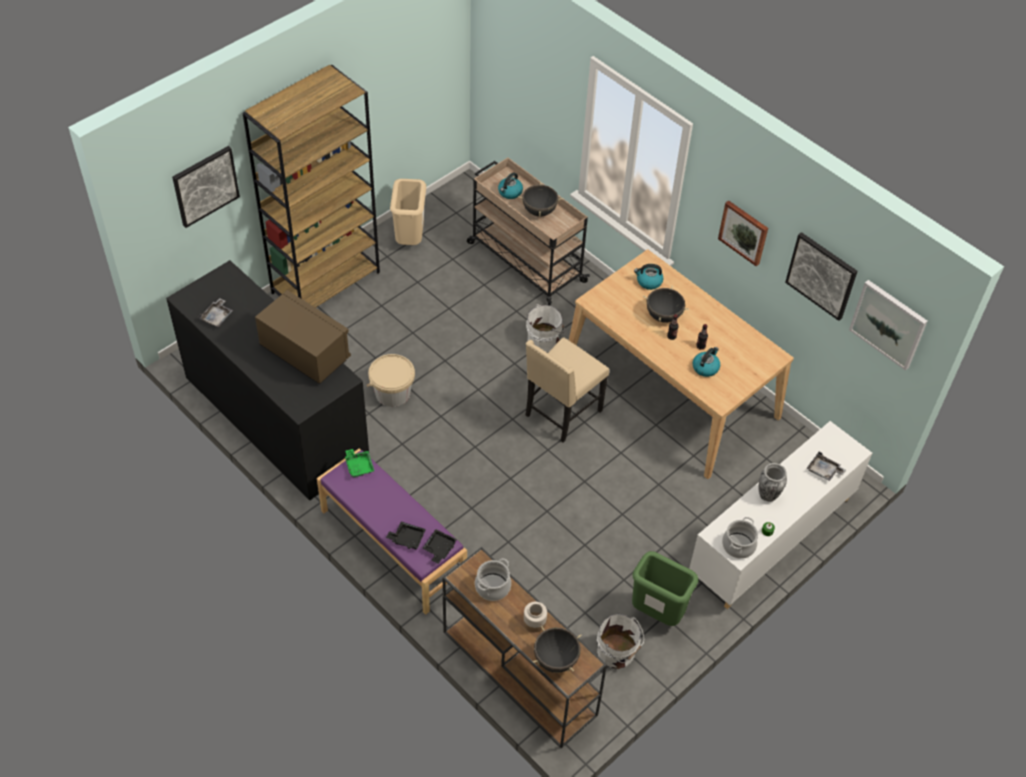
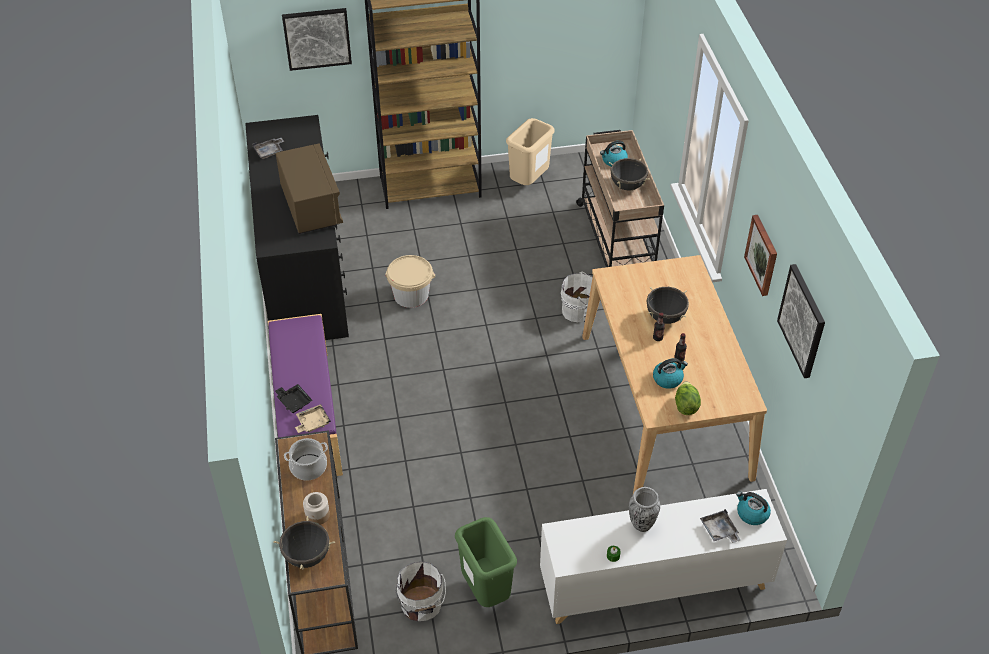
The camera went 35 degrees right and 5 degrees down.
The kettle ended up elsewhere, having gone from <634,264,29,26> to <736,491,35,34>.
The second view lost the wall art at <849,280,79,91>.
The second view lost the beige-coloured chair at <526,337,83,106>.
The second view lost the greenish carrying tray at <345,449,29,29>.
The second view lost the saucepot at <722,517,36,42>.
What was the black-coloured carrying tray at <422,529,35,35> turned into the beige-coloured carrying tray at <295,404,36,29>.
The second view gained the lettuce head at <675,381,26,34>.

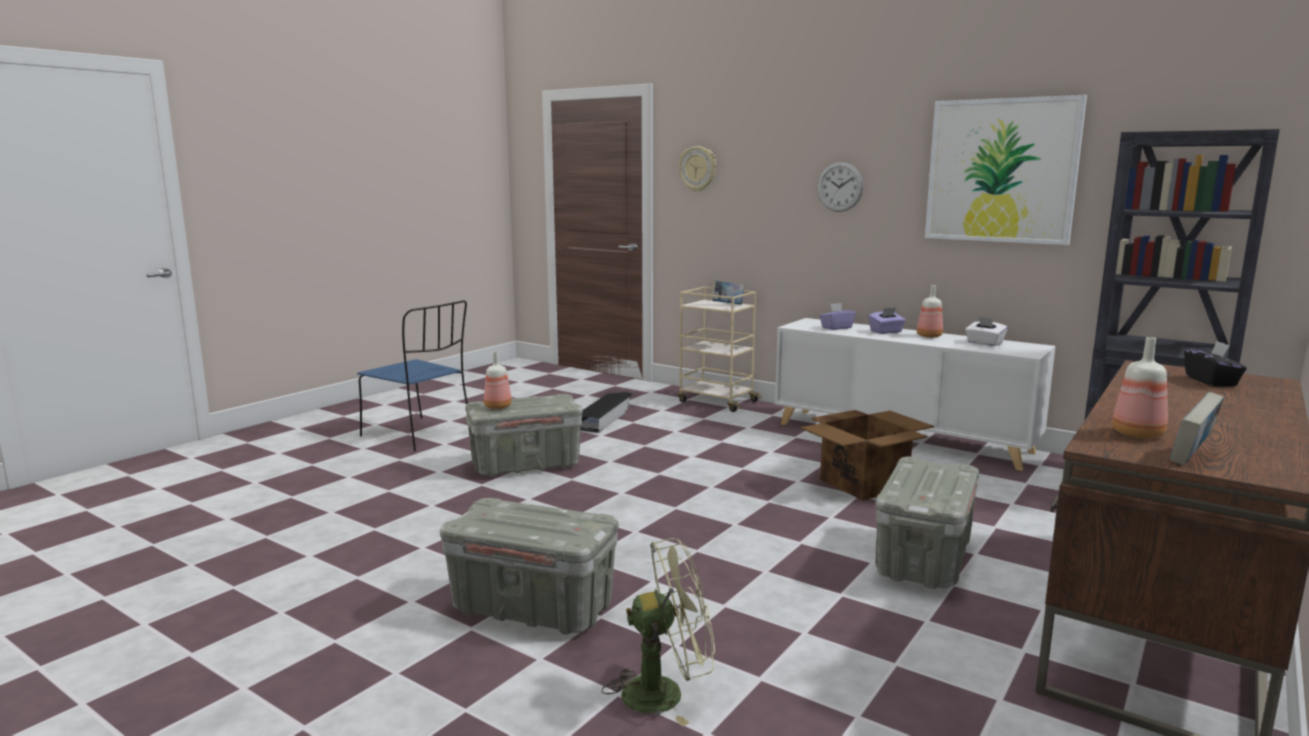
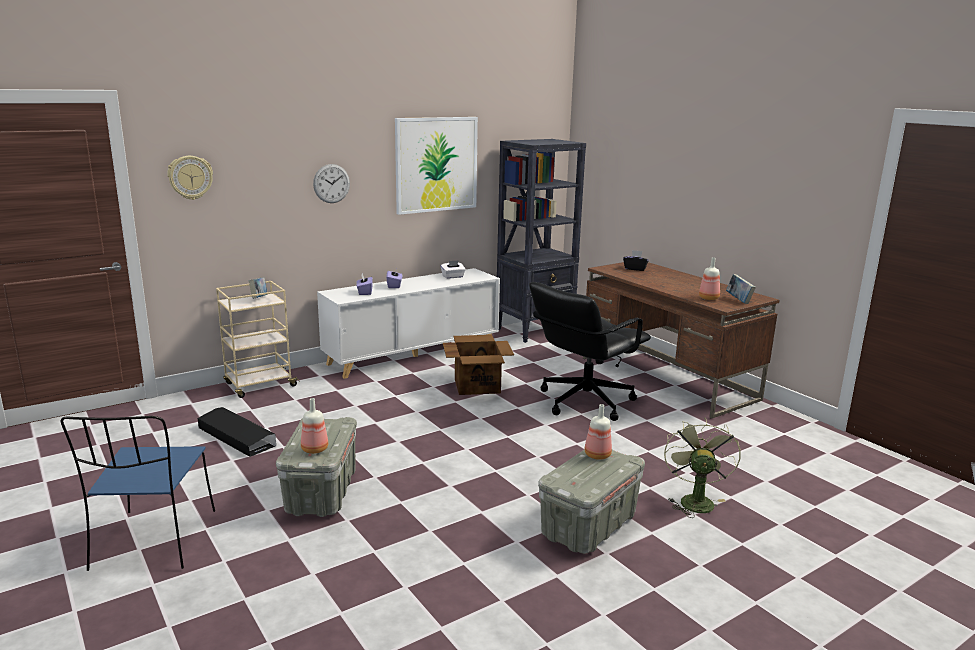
The camera went 70 degrees left and 5 degrees up.
The bottle ended up elsewhere, having gone from <917,285,26,53> to <584,404,28,56>.
The blue-coloured chair at <357,300,111,151> ended up facing another way, 120 degrees clockwise from before.
Where the grey storage box stood at <875,457,104,132>, the black-coloured office chair came to stand at <529,282,122,139>.

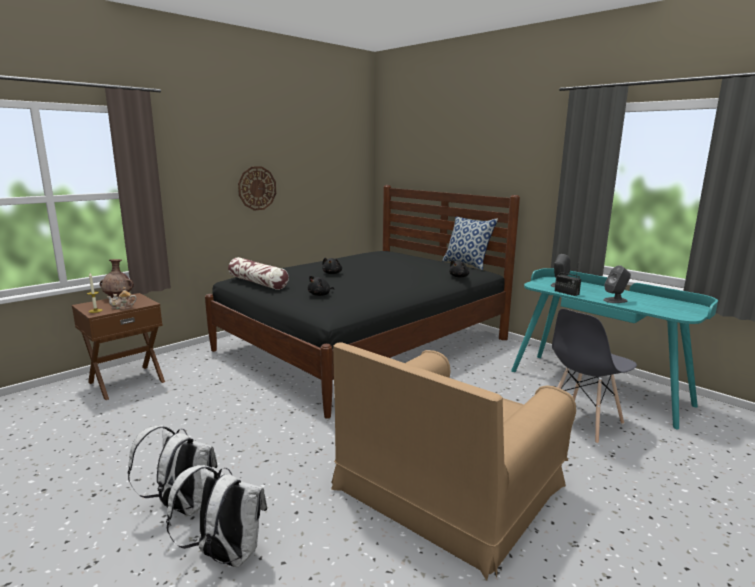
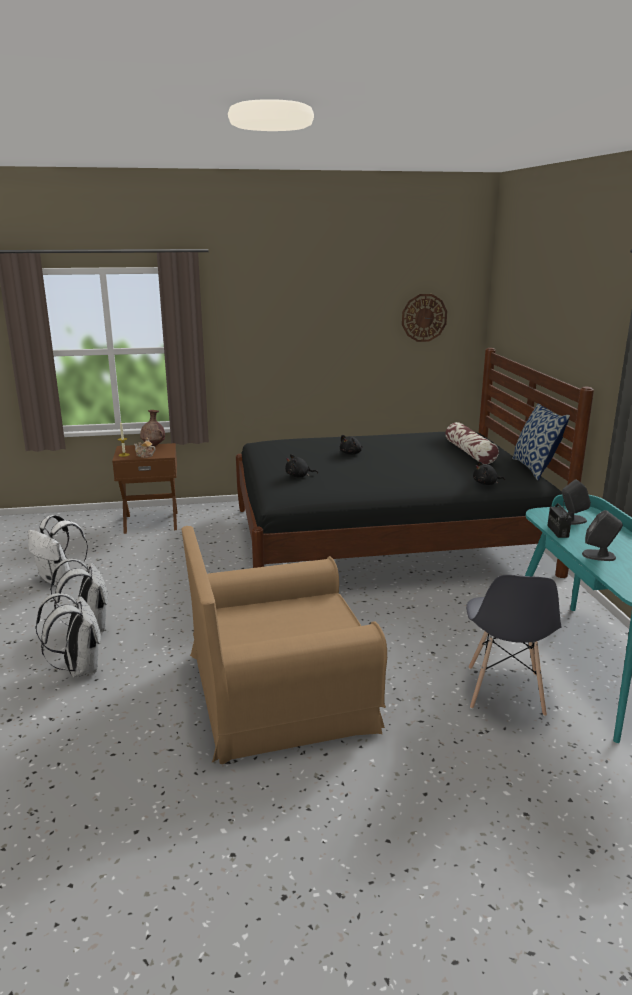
The camera went 35 degrees right and 5 degrees up.
The hanging clock ended up elsewhere, having gone from <238,166,38,45> to <402,294,45,48>.
The pillow ended up elsewhere, having gone from <228,257,61,33> to <445,422,54,42>.
The grey chair at <552,309,85,135> ended up facing another way, 75 degrees counterclockwise from before.
The second view gained the white-coloured knapsack at <28,515,60,70>.

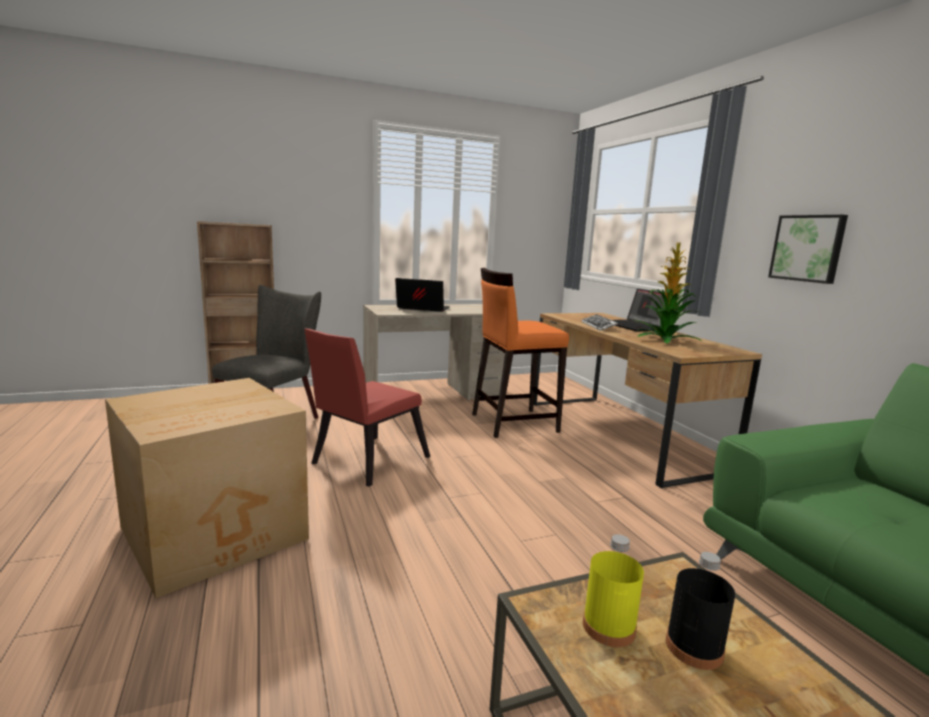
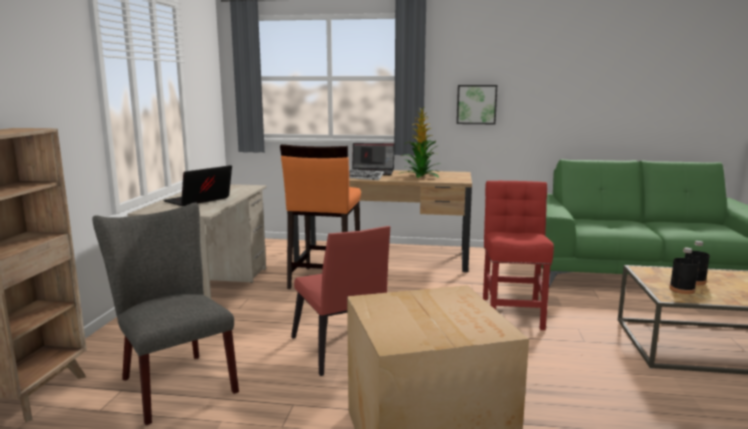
The camera went 60 degrees left and 0 degrees up.
What was the yellowish bottle at <583,534,61,113> turned into the black-coloured bottle at <670,248,29,46>.
The second view gained the reddish chair at <483,181,71,149>.

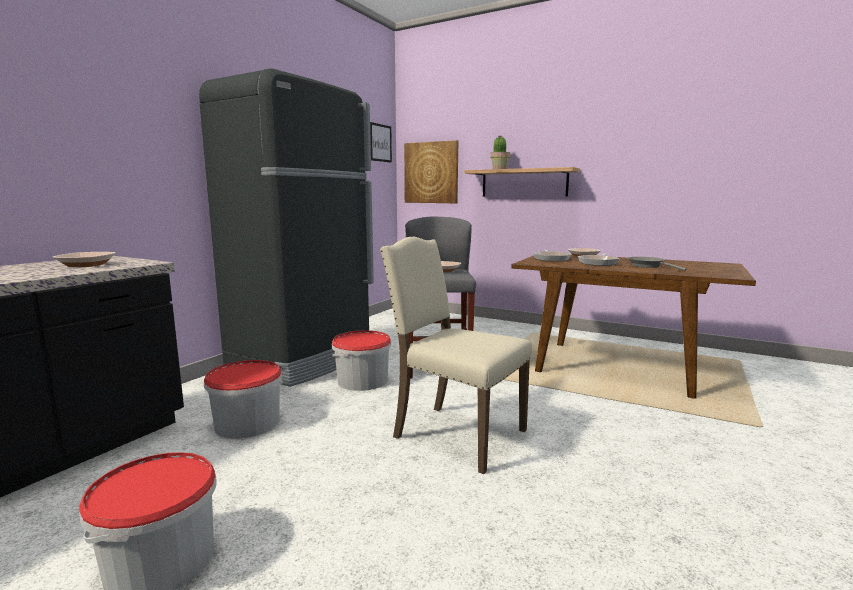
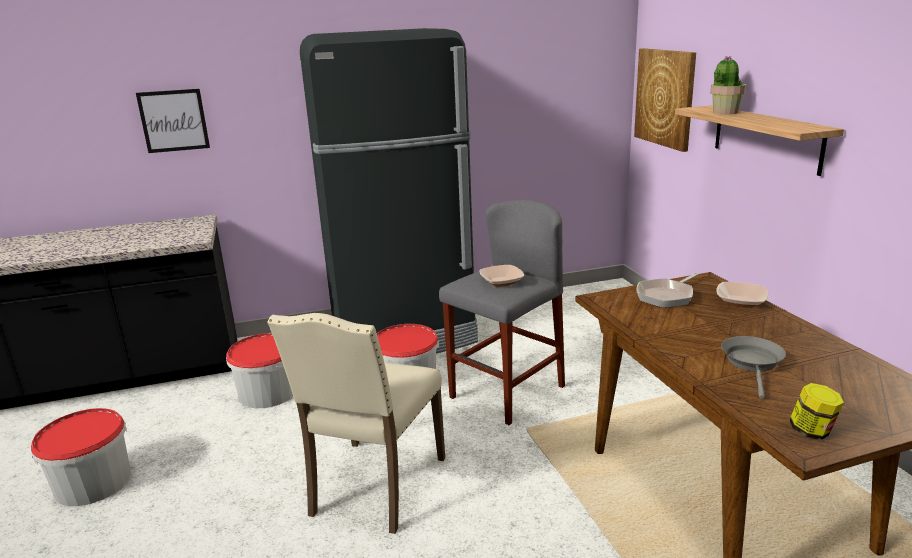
The camera went 45 degrees right and 10 degrees up.
The wall art ended up elsewhere, having gone from <370,122,22,41> to <136,89,74,64>.
The beige-coloured chair at <380,237,152,237> ended up facing another way, 150 degrees counterclockwise from before.
The second view lost the serving bowl at <52,252,64,15>.
The second view lost the skillet at <578,253,42,13>.
The second view gained the storage jar at <789,383,55,57>.

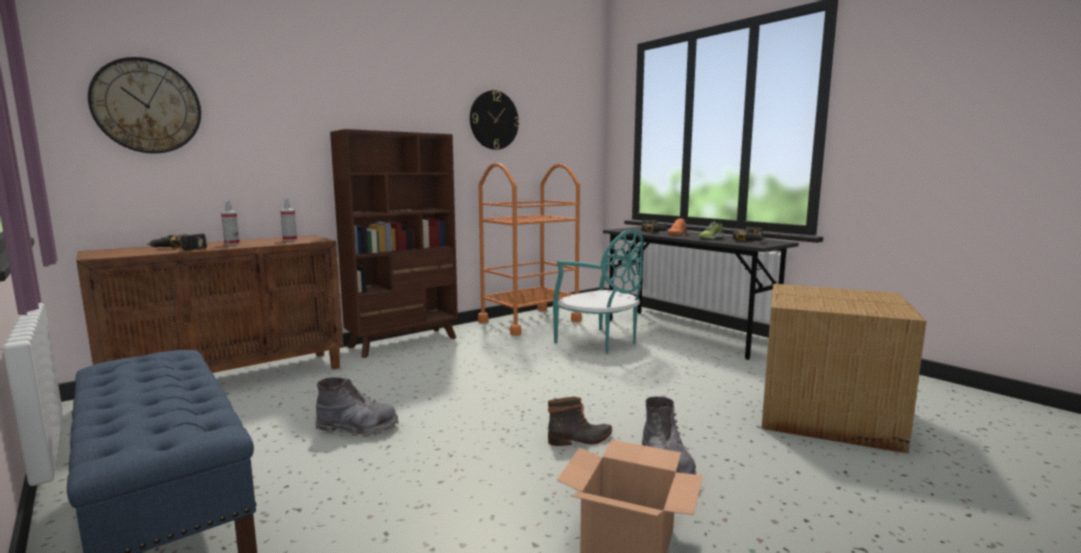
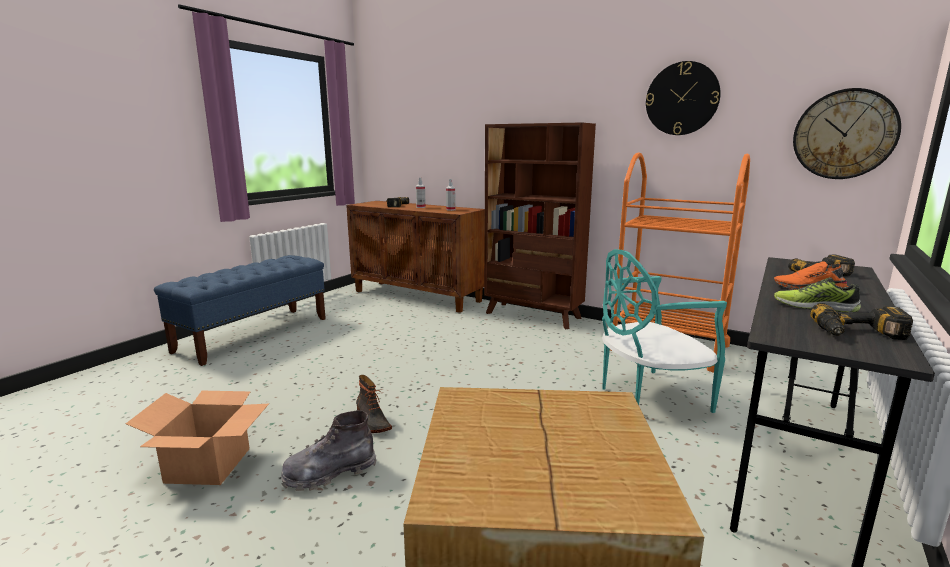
The camera went 70 degrees right and 5 degrees up.
The hanging clock ended up elsewhere, having gone from <88,57,113,97> to <793,88,108,91>.
The turquoise-coloured chair at <553,230,90,124> ended up facing another way, 45 degrees clockwise from before.
The second view lost the grey high-top boot at <315,377,83,60>.

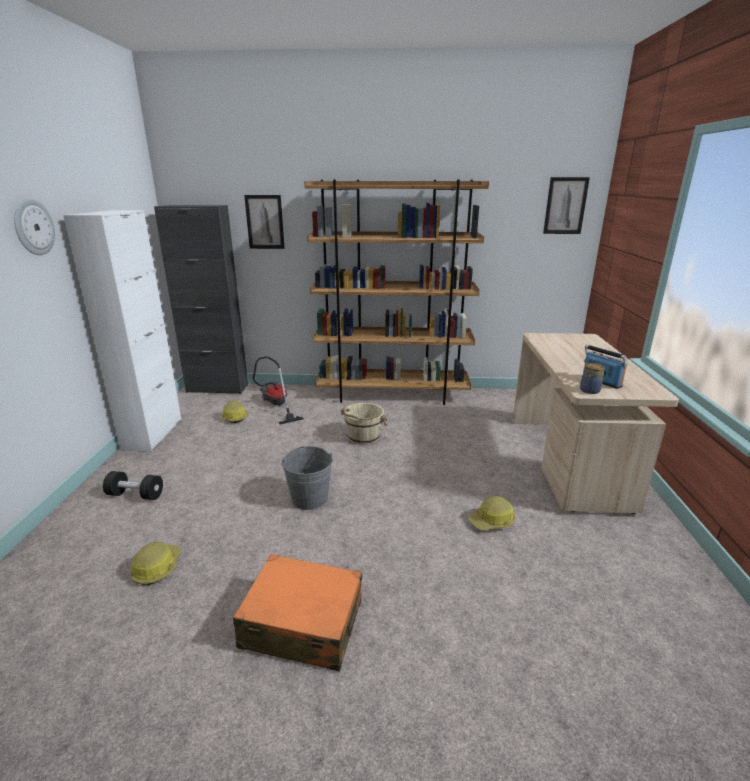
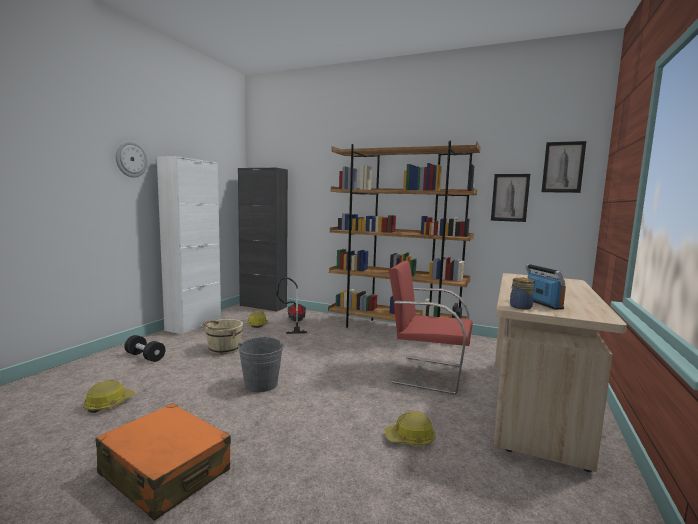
The camera went 20 degrees right and 15 degrees down.
The wall art ended up elsewhere, having gone from <244,195,41,54> to <491,174,39,48>.
The beige-coloured bucket ended up elsewhere, having gone from <341,403,47,42> to <203,319,40,36>.
The second view gained the reddish chair at <389,261,84,133>.

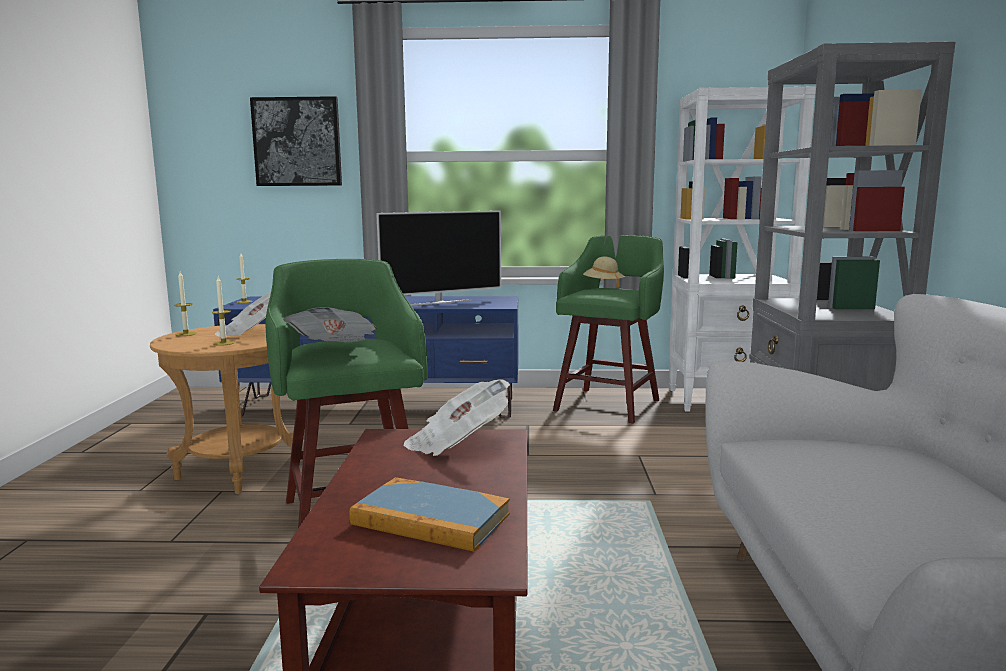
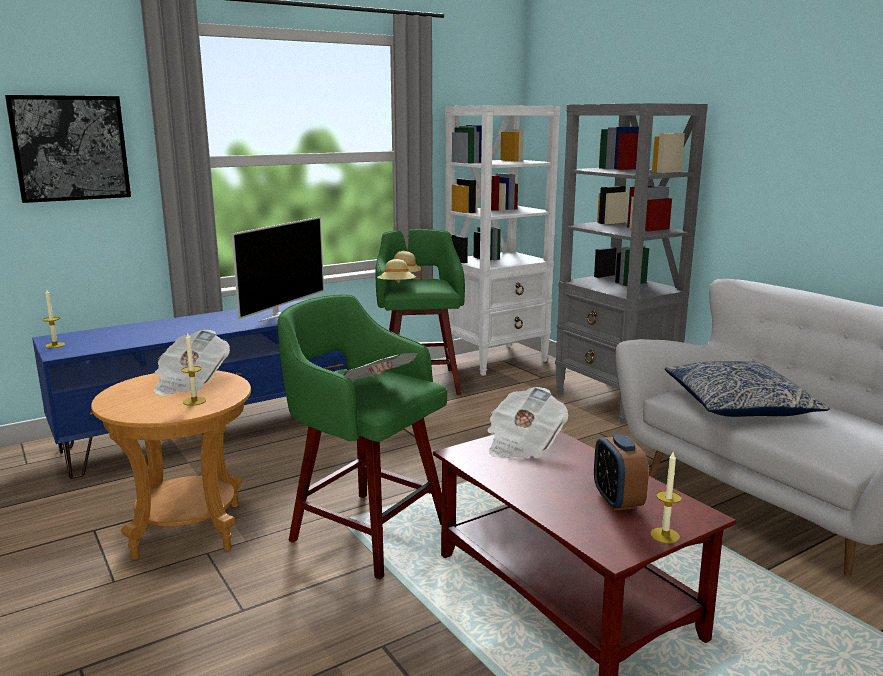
The camera went 35 degrees left and 5 degrees up.
The wax candle ended up elsewhere, having gone from <174,272,23,64> to <651,451,31,93>.
Where the volume stood at <349,477,161,75>, the bedside clock came to stand at <594,434,55,77>.
The second view gained the beige-coloured wearable hat at <377,259,39,24>.
The second view gained the pillow at <665,361,165,56>.

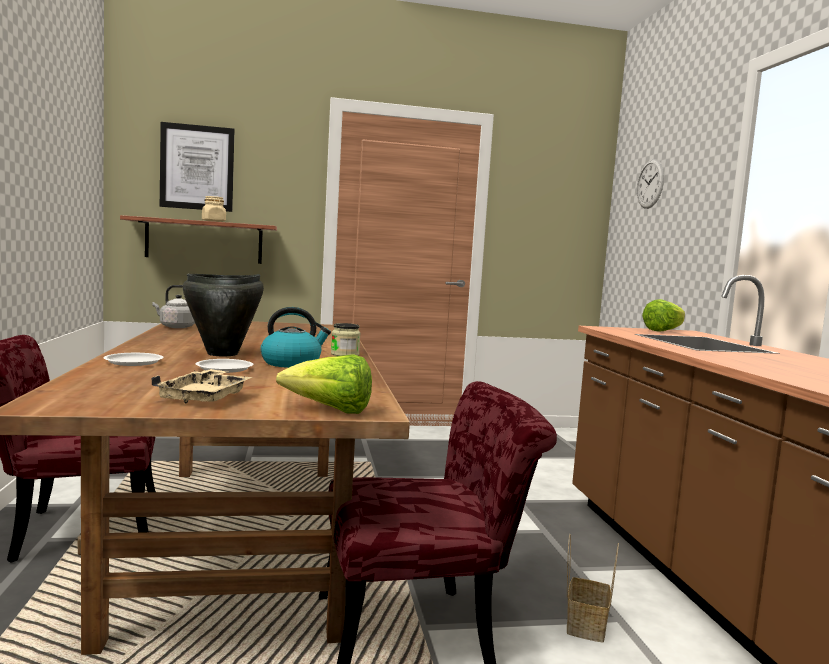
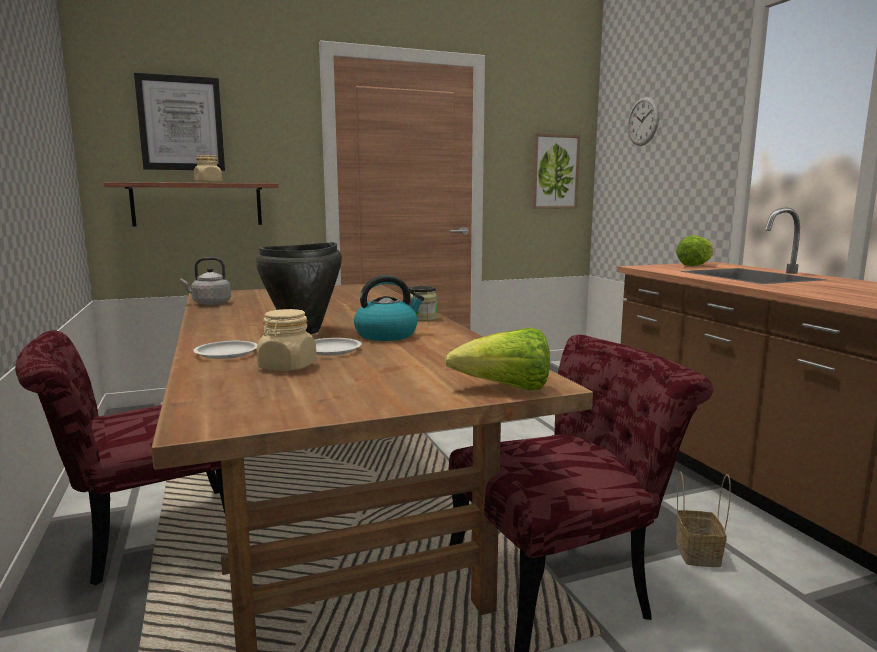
The camera went 10 degrees left and 5 degrees up.
The second view lost the beige-coloured carrying tray at <151,369,102,35>.
The second view gained the wall art at <532,133,48,76>.
The second view gained the beige-coloured storage jar at <257,309,60,62>.

